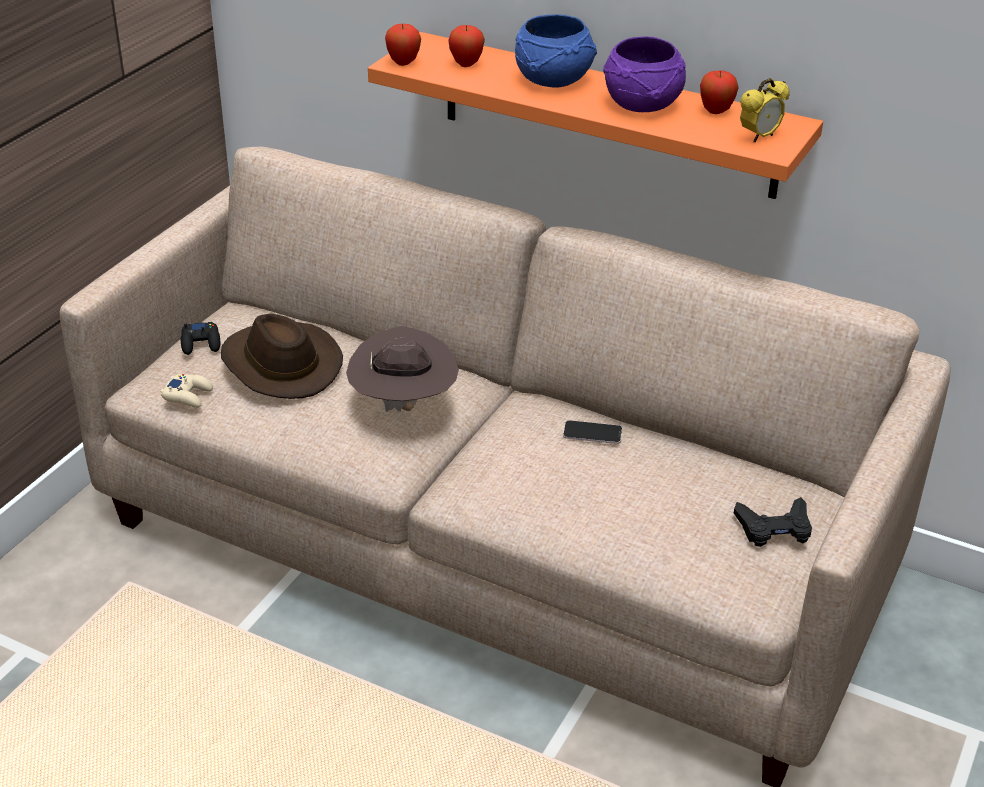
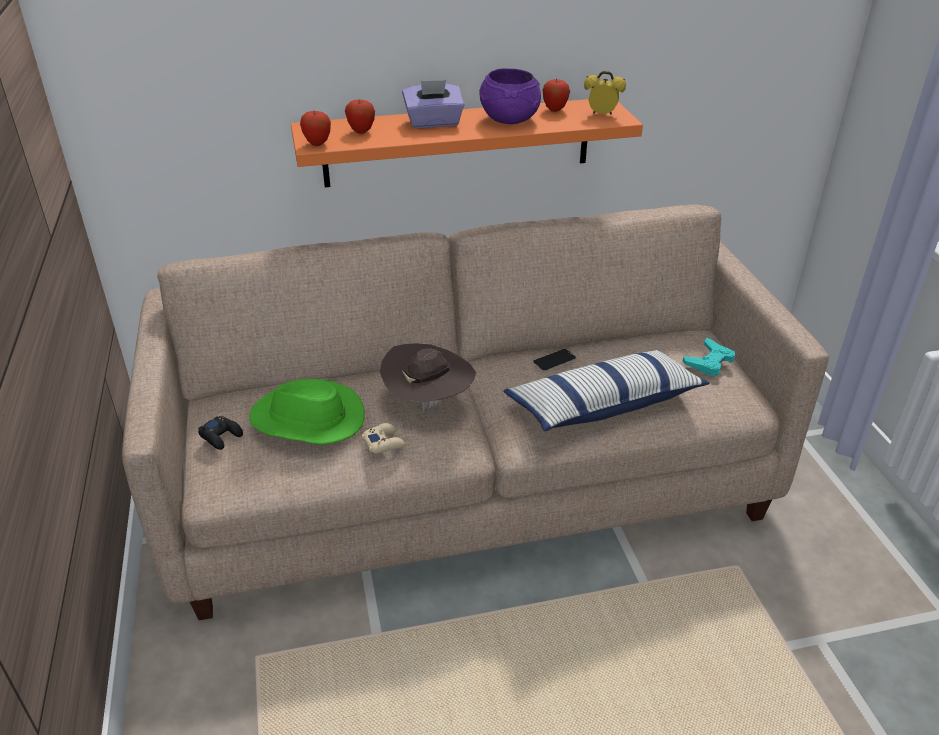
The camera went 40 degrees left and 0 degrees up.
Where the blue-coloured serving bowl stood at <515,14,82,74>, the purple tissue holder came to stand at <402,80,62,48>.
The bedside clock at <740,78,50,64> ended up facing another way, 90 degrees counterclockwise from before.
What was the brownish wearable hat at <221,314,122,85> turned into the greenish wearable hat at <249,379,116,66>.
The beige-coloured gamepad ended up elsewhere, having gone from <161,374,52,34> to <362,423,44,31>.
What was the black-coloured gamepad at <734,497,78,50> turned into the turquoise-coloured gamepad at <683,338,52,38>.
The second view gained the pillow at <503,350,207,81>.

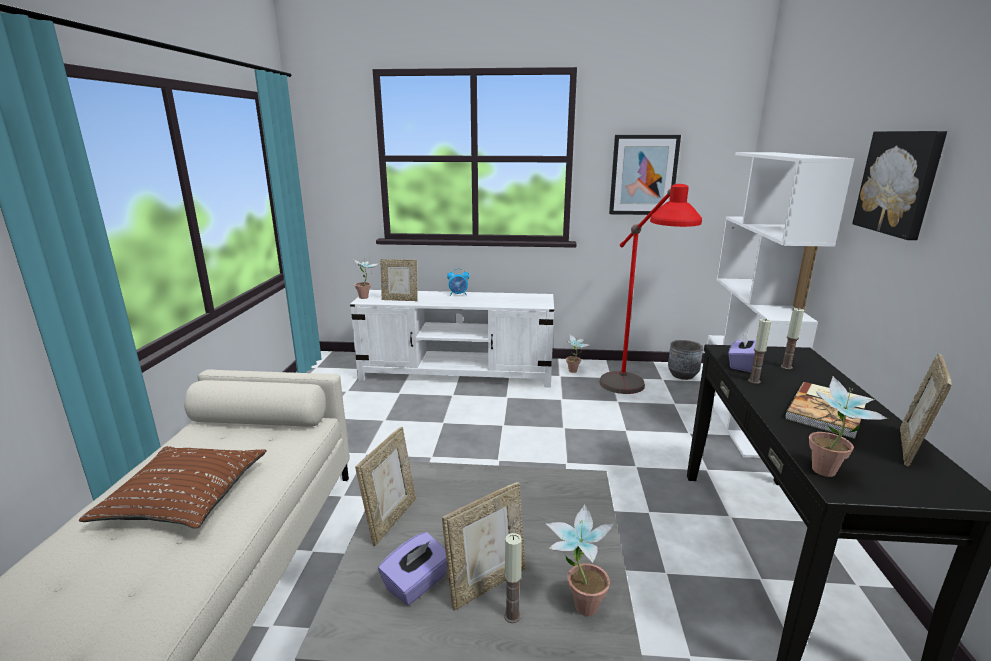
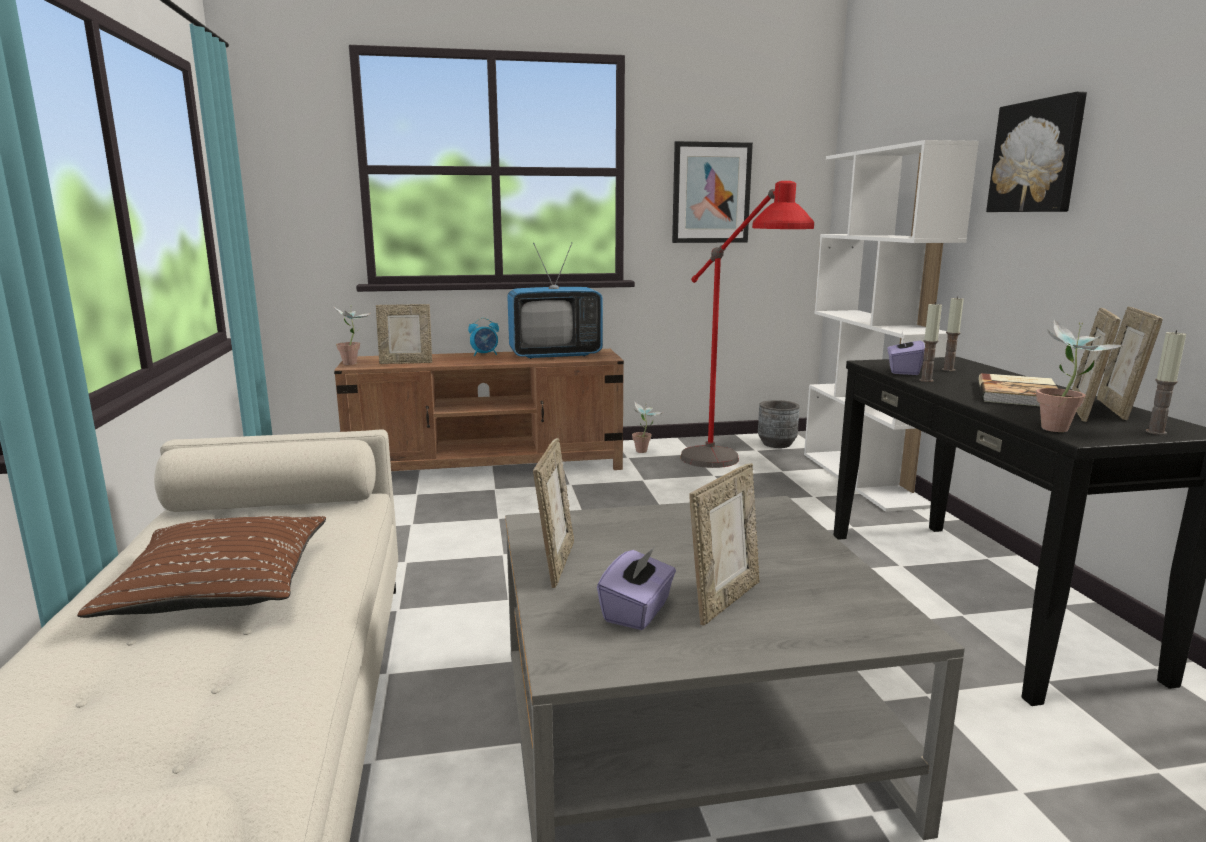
The camera went 15 degrees left and 5 degrees down.
What was the white-coloured tv unit at <350,290,204,98> turned into the brownish tv unit at <334,349,290,122>.
The second view lost the houseplant at <546,504,68,112>.
The wax candle ended up elsewhere, having gone from <504,533,18,90> to <1146,330,40,105>.
The second view gained the TV set at <507,242,96,117>.
The second view gained the picture frame at <1072,308,49,114>.

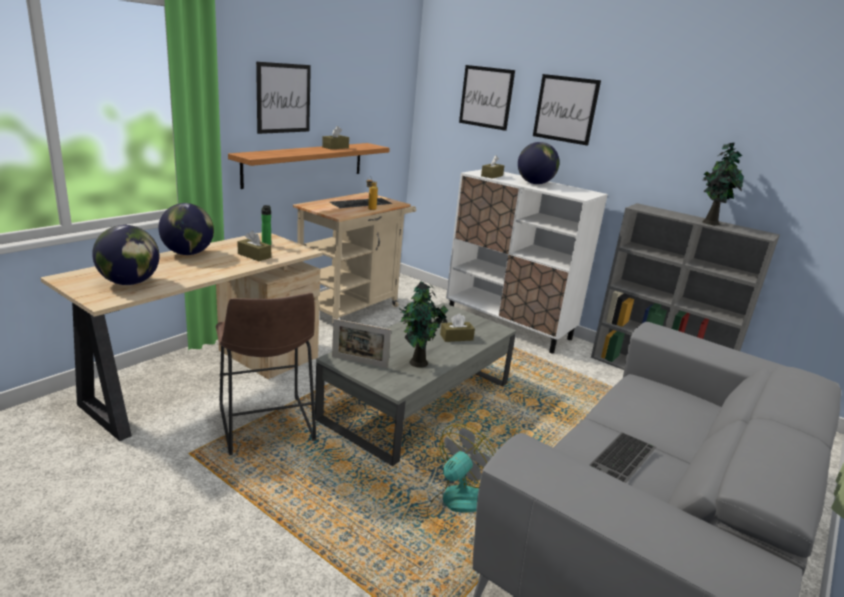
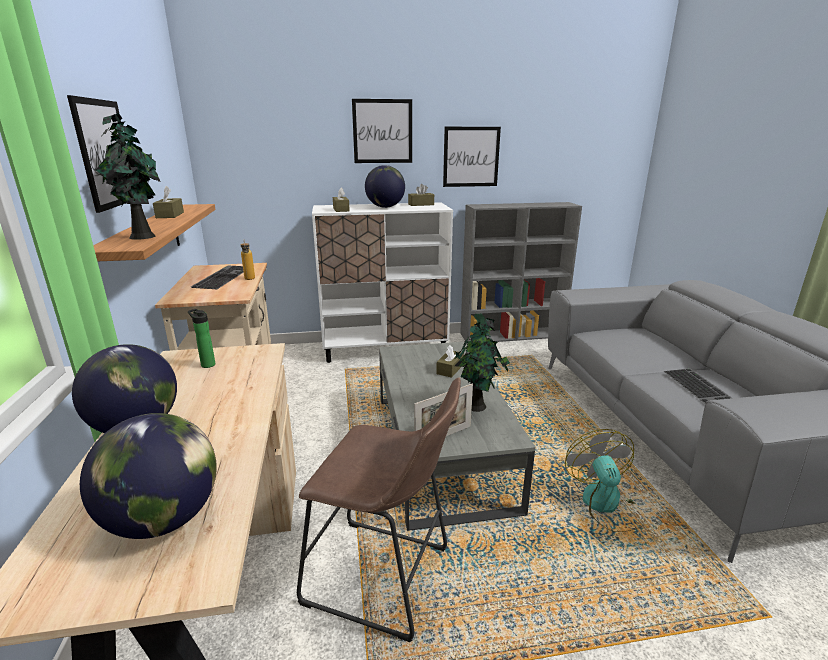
The camera went 45 degrees left and 0 degrees up.
The wall art ended up elsewhere, having gone from <459,65,56,66> to <443,127,58,60>.
The houseplant ended up elsewhere, having gone from <702,142,42,84> to <95,113,65,127>.
The brownish tissue holder ended up elsewhere, having gone from <237,231,34,30> to <408,184,26,22>.

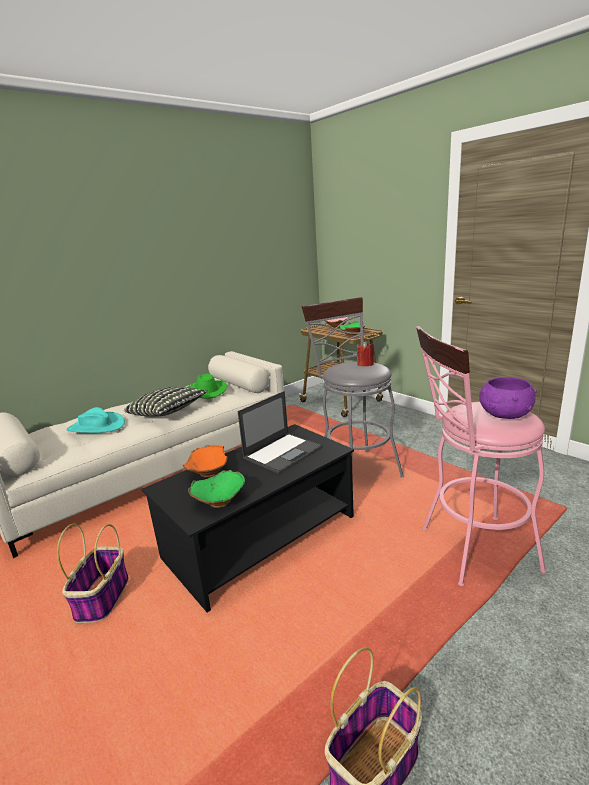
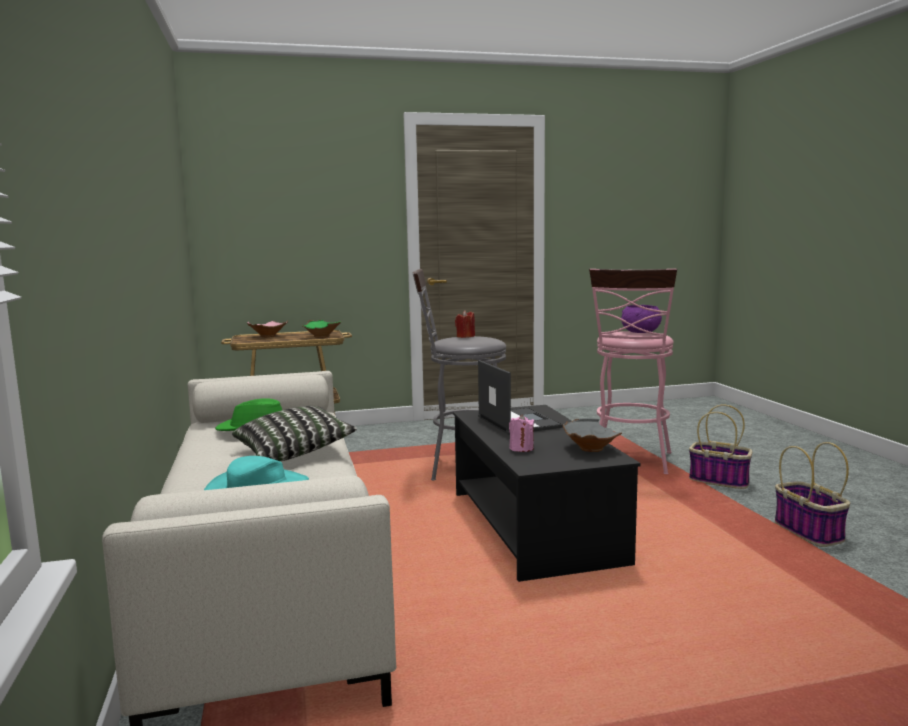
The camera went 65 degrees left and 10 degrees down.
Where the orange serving bowl stood at <183,445,45,32>, the pink-coloured wax candle came to stand at <509,414,25,38>.
What was the greenish serving bowl at <188,470,57,38> turned into the grey serving bowl at <563,418,59,34>.
The household basket ended up elsewhere, having gone from <57,524,72,99> to <689,404,63,85>.

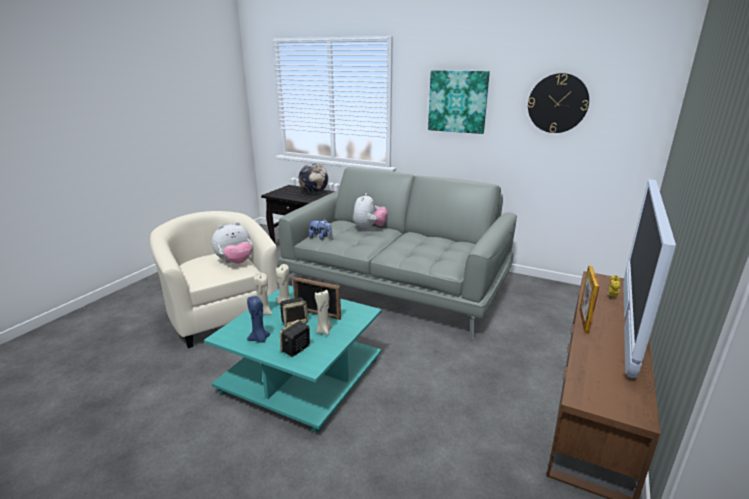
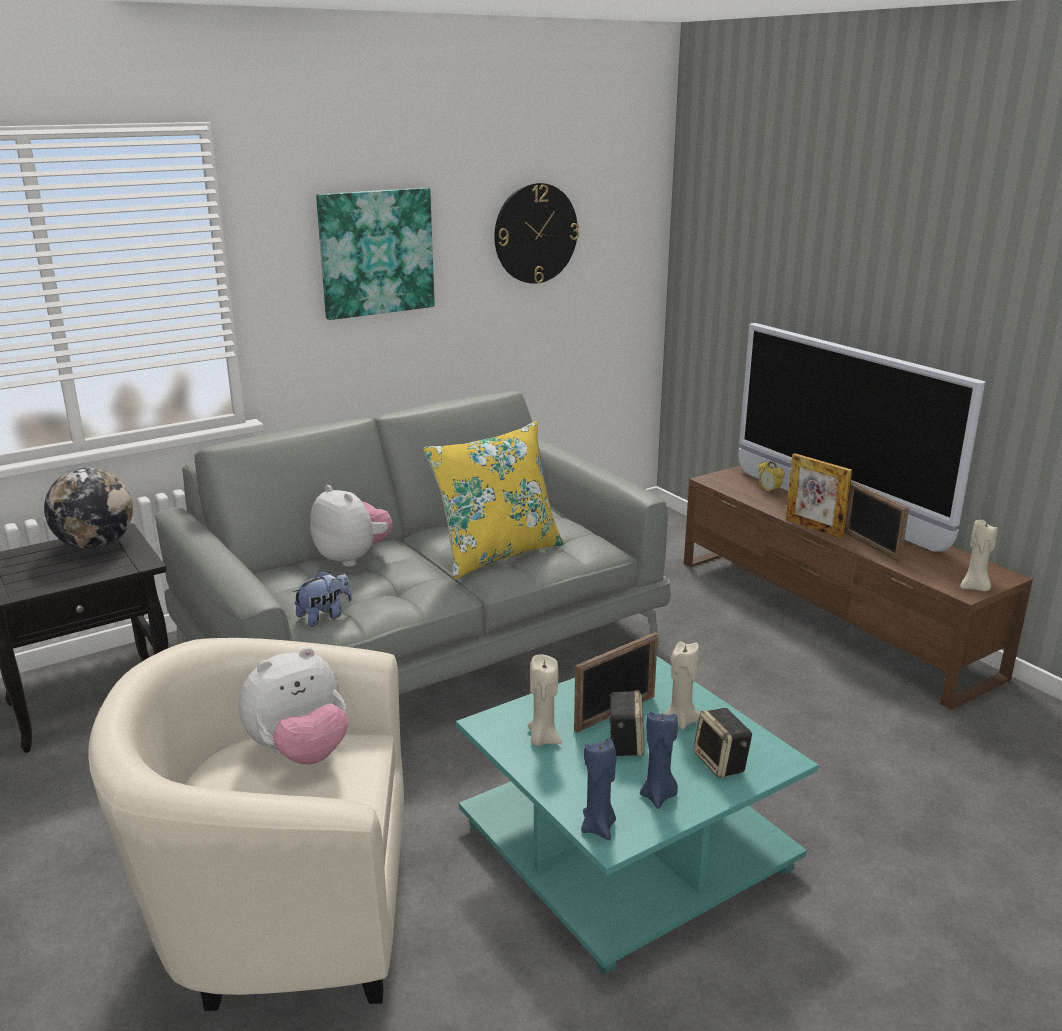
The camera went 60 degrees left and 0 degrees up.
The soft toy at <212,222,40,42> ended up facing another way, 60 degrees clockwise from before.
The beige-coloured wax candle ended up elsewhere, having gone from <254,272,18,43> to <960,519,38,72>.
The second view gained the yellowish pillow at <423,421,141,159>.
The second view gained the picture frame at <844,481,65,81>.
The second view gained the blue-coloured wax candle at <581,739,35,101>.

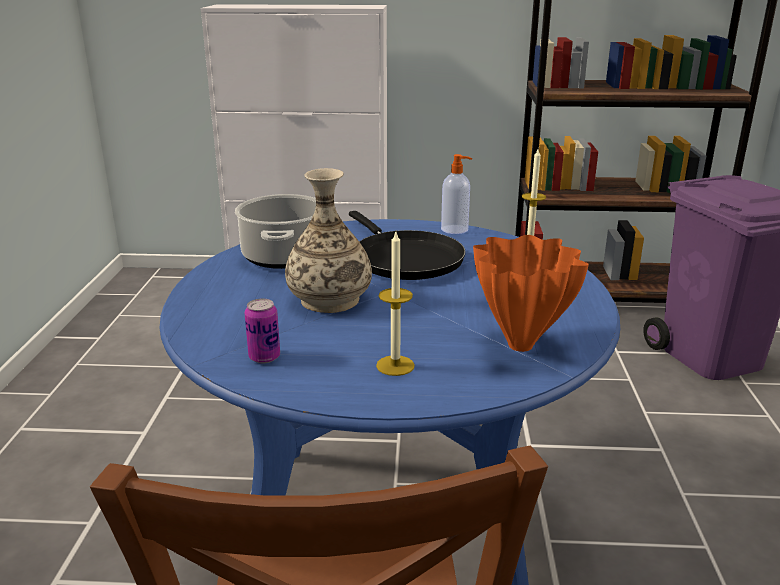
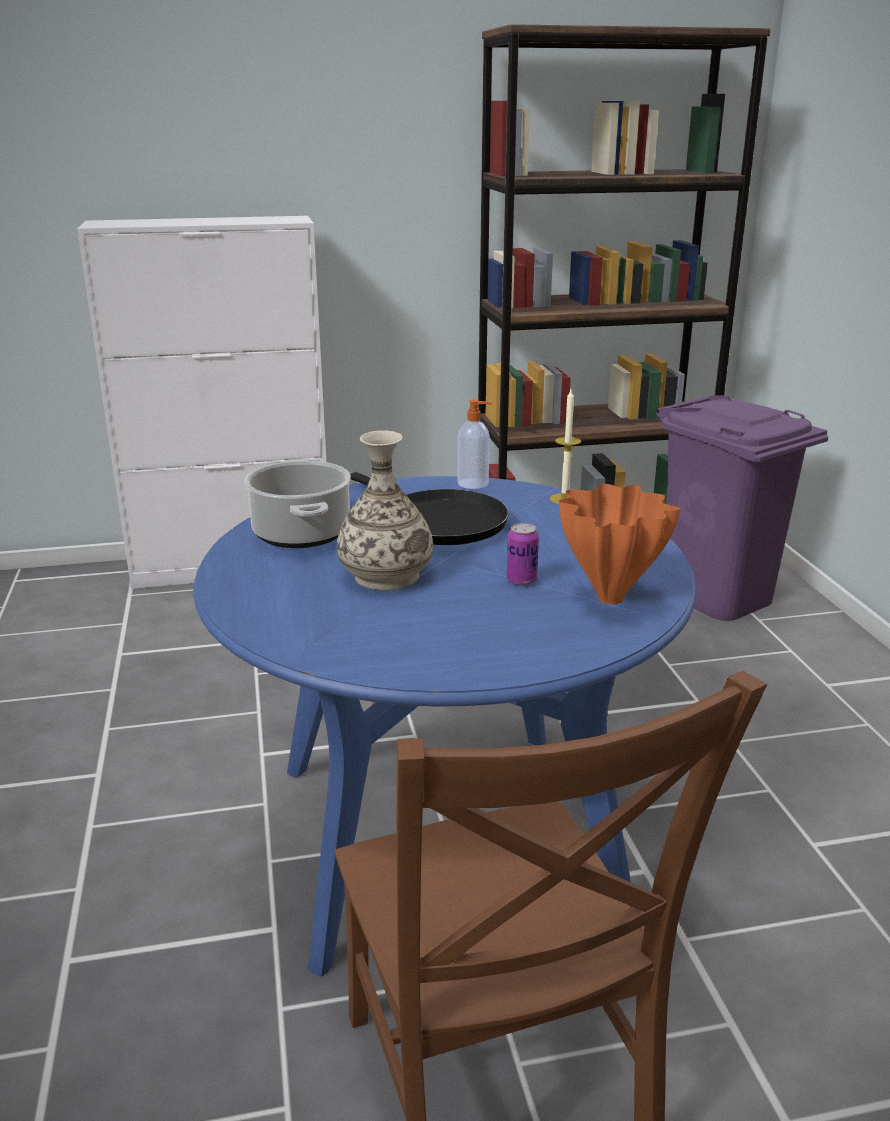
The camera went 15 degrees left and 0 degrees up.
The second view lost the wax candle at <376,232,39,144>.
The metal can ended up elsewhere, having gone from <245,299,35,64> to <507,523,32,63>.

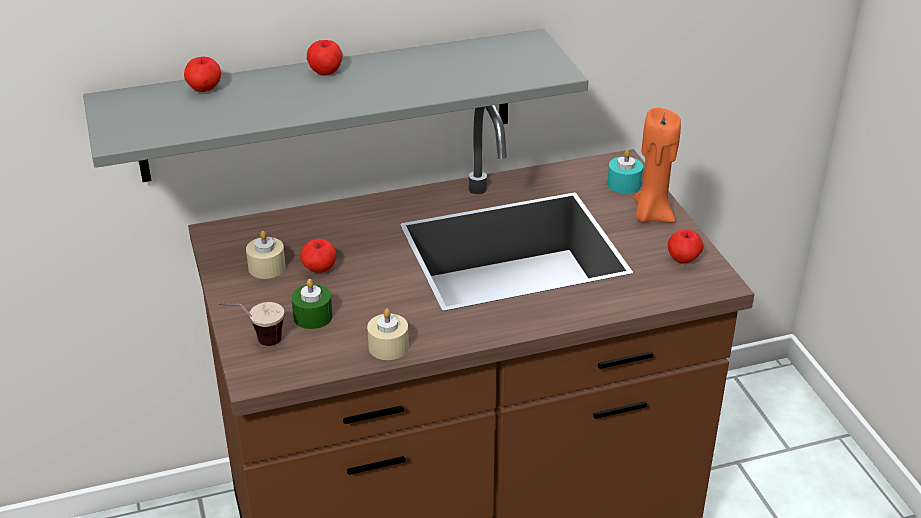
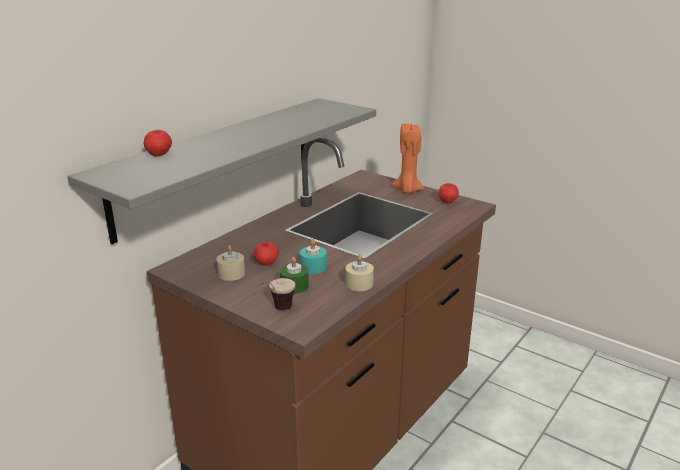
The camera went 35 degrees left and 10 degrees down.
The second view lost the apple at <307,40,36,36>.
The turquoise-coloured wax candle ended up elsewhere, having gone from <607,149,36,45> to <300,239,27,35>.

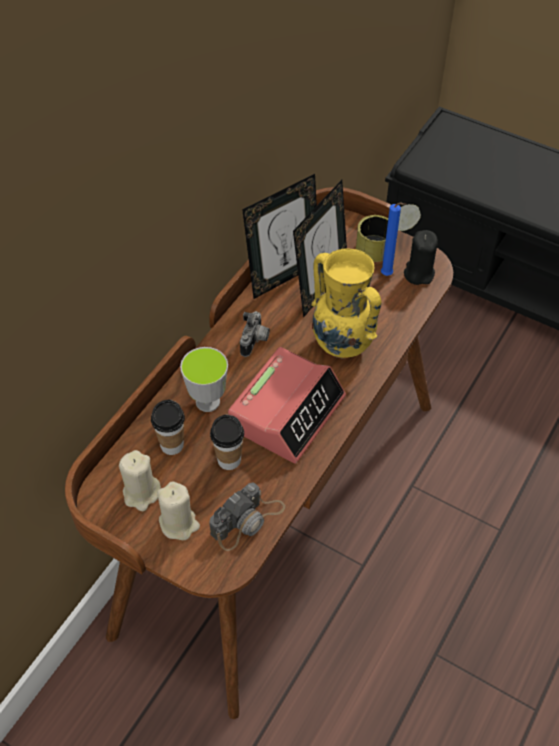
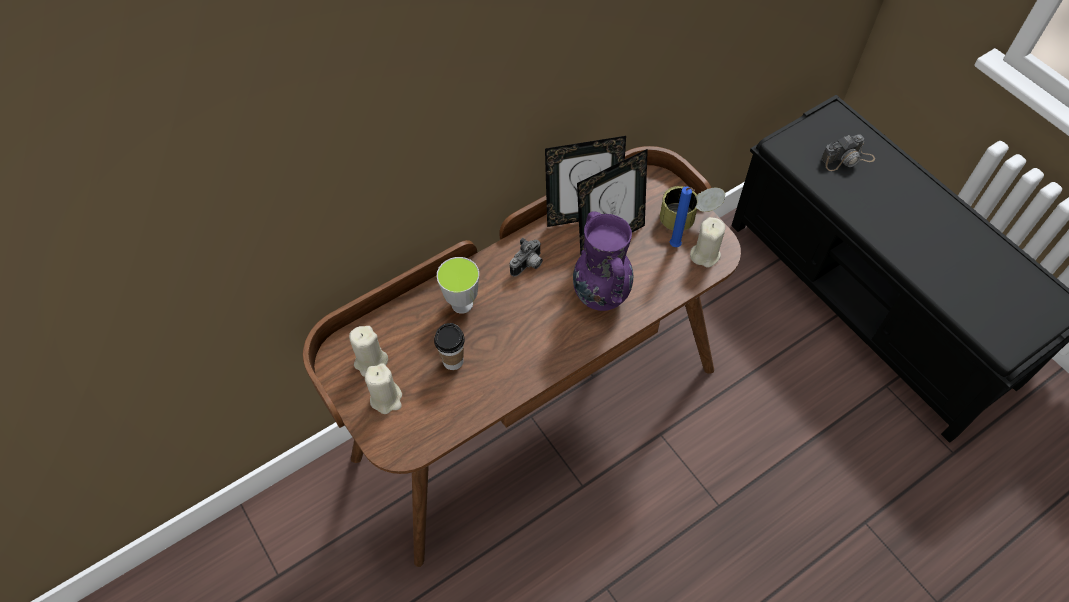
The camera went 25 degrees right and 5 degrees up.
What was the black-coloured wax candle at <404,230,34,55> turned into the beige-coloured wax candle at <690,217,35,51>.
What was the yellowish decorative vase at <311,248,70,110> turned into the purple decorative vase at <573,211,60,100>.
The second view lost the bedside clock at <228,347,118,116>.
The second view lost the drinking cup at <151,400,34,55>.
The photo camera ended up elsewhere, having gone from <209,482,76,69> to <821,134,54,37>.

